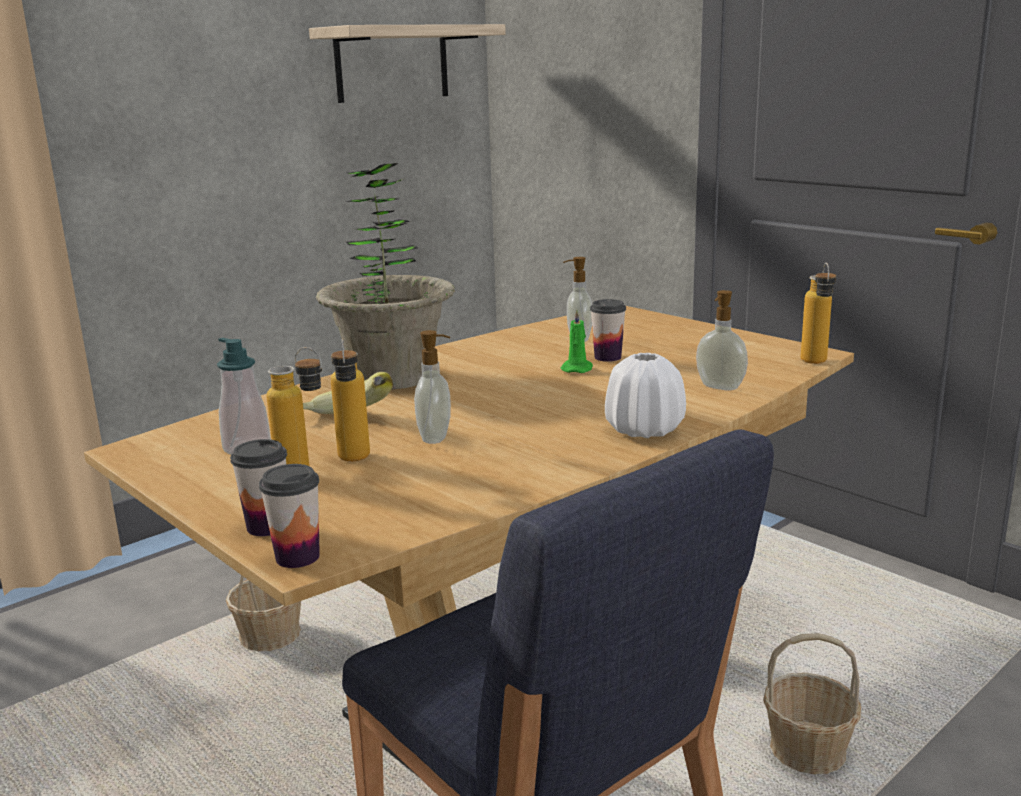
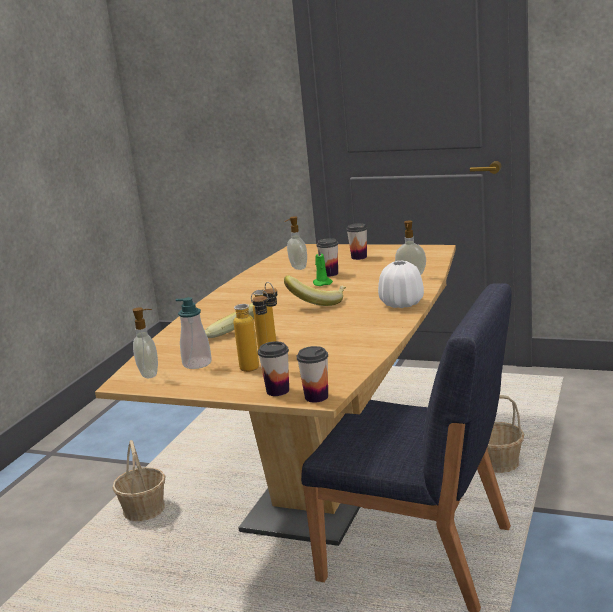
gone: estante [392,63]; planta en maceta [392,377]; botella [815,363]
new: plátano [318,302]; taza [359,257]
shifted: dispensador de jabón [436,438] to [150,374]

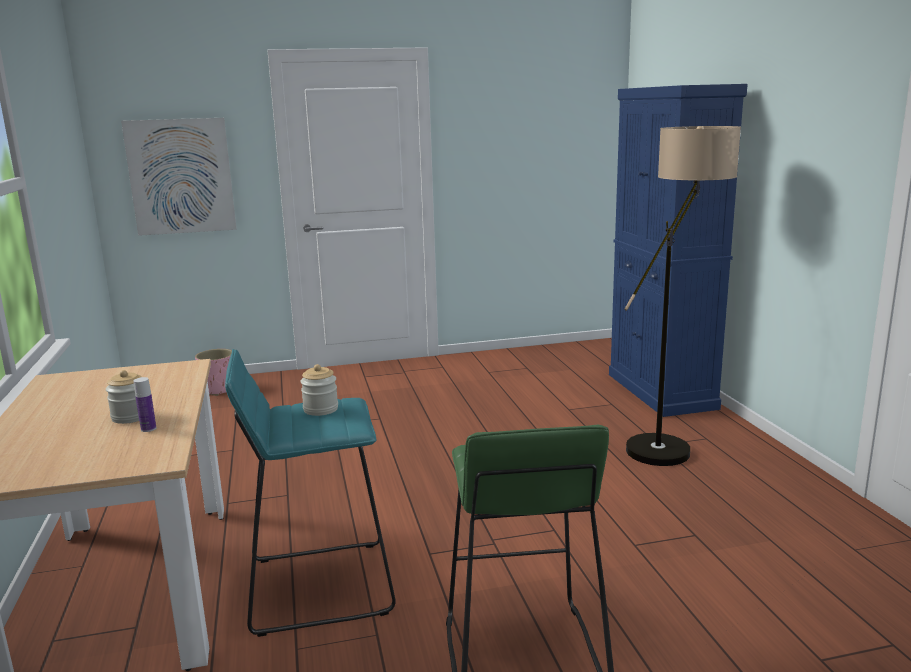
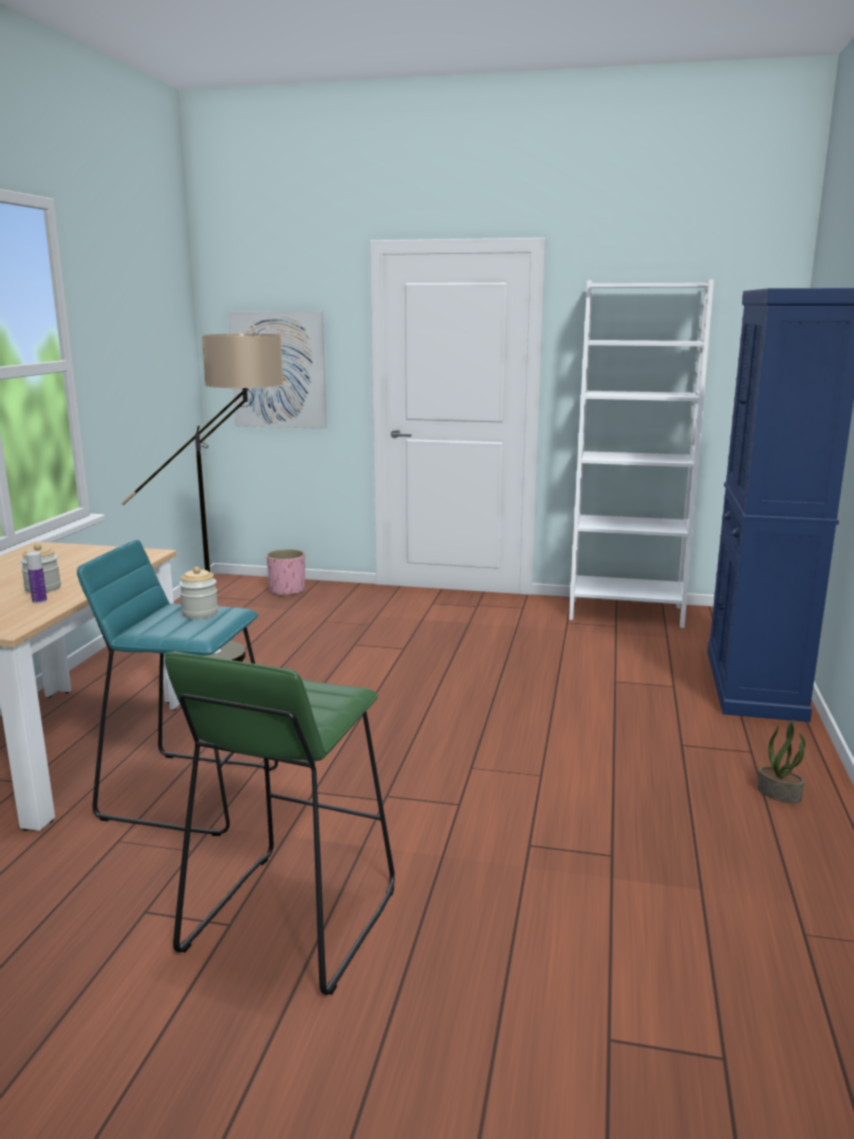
new: estantería (blanco) [625,612]; planta en maceta [779,794]
shifted: lámpara de pie [670,443] to [240,654]

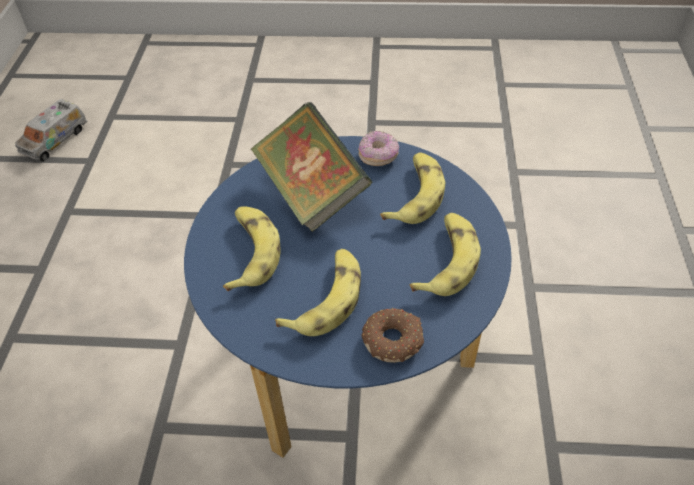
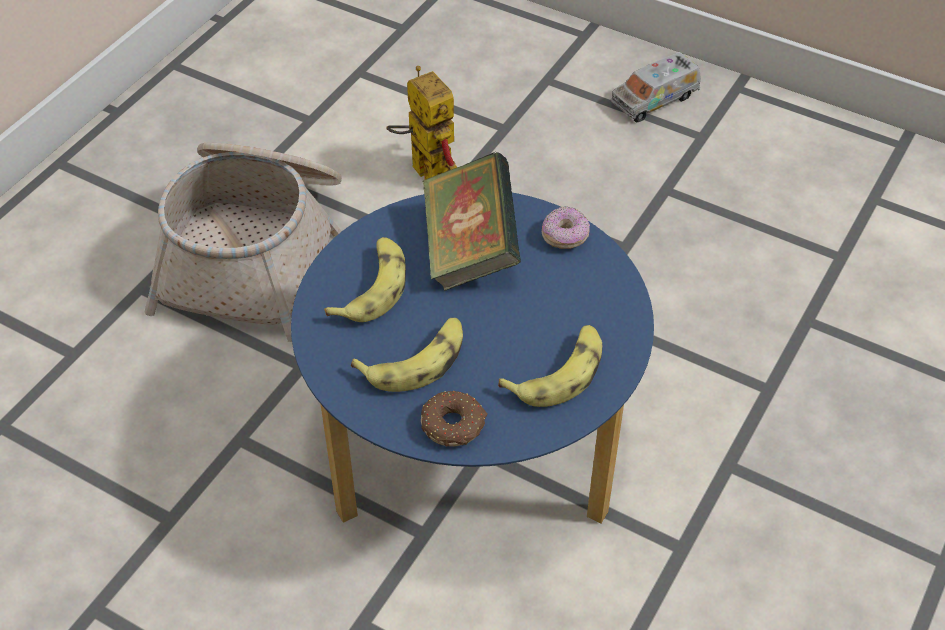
gone: plátano [415,195]
new: cesta [256,253]; robot de juguete [424,169]
shifted: camión de juguete [55,140] to [654,99]

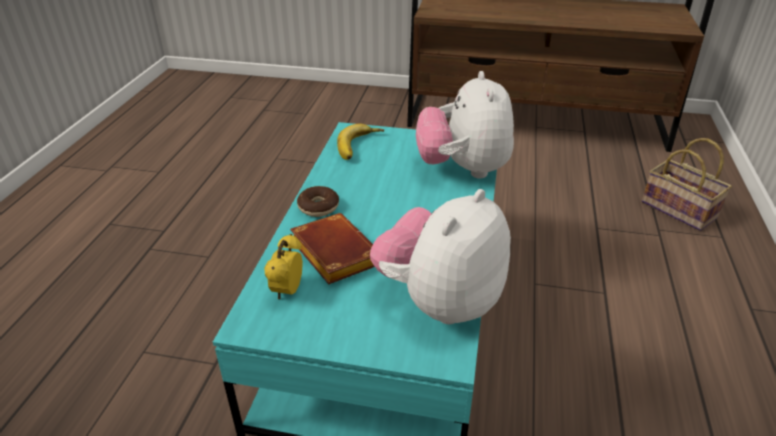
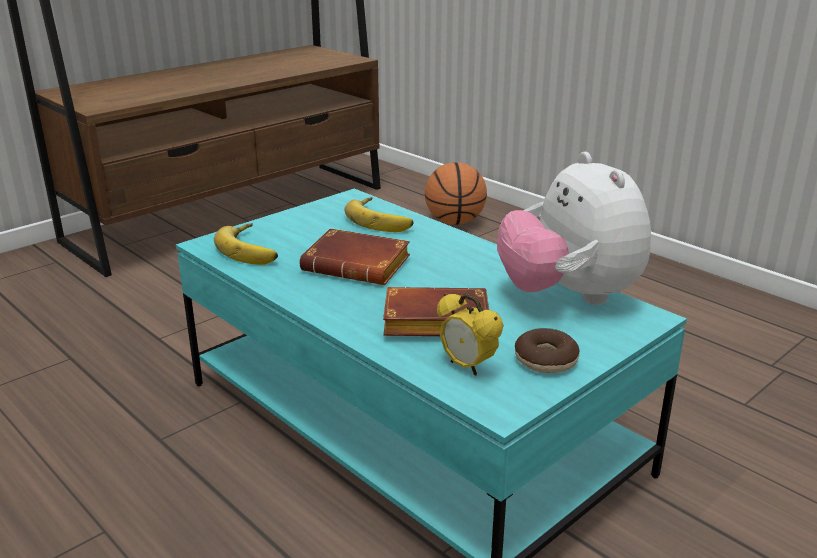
new: libro (marrón) [359,265]
shifted: rosquilla [318,207] to [545,360]
swapped: peluche [463,169] to plátano [382,219]; cesta [680,210] to balón de baloncesto [455,222]

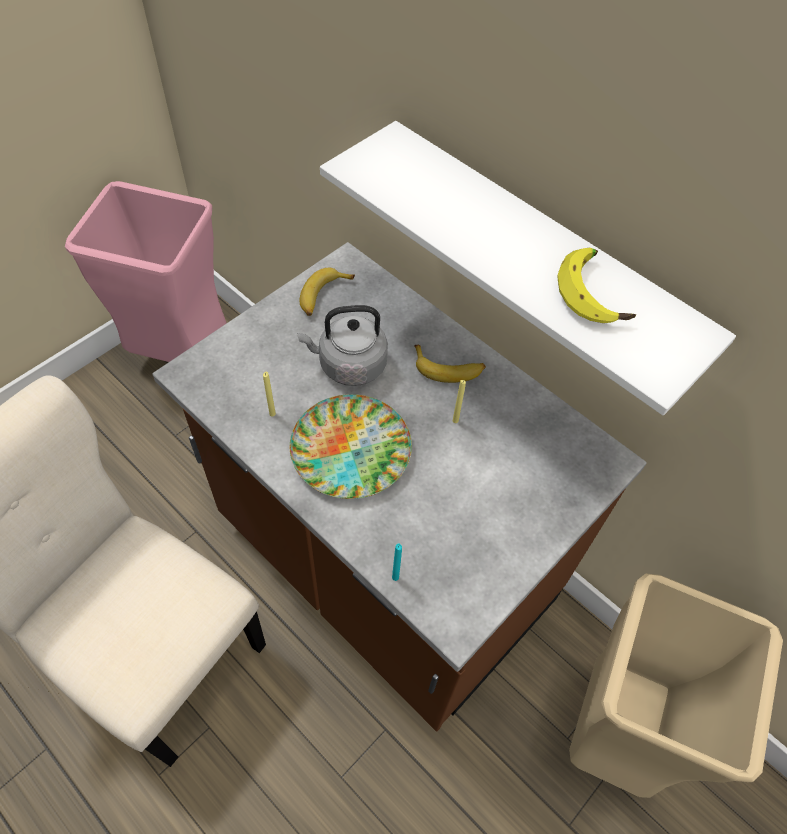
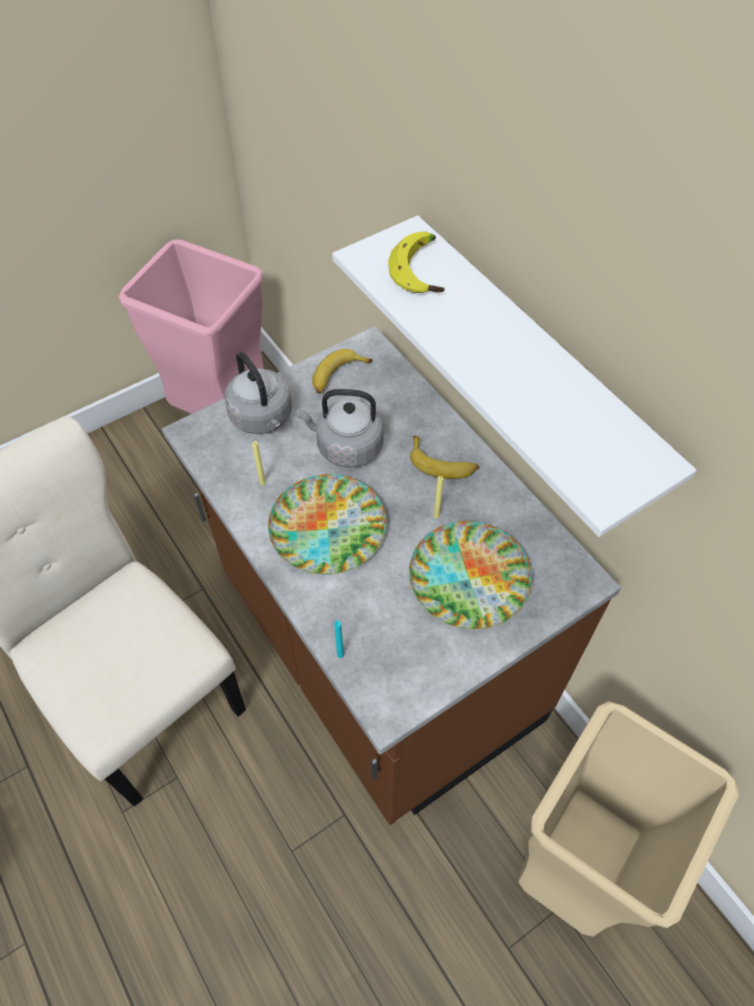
new: hervidor (gris) [263,418]; plato [468,580]
shifted: plátano [594,293] to [423,271]

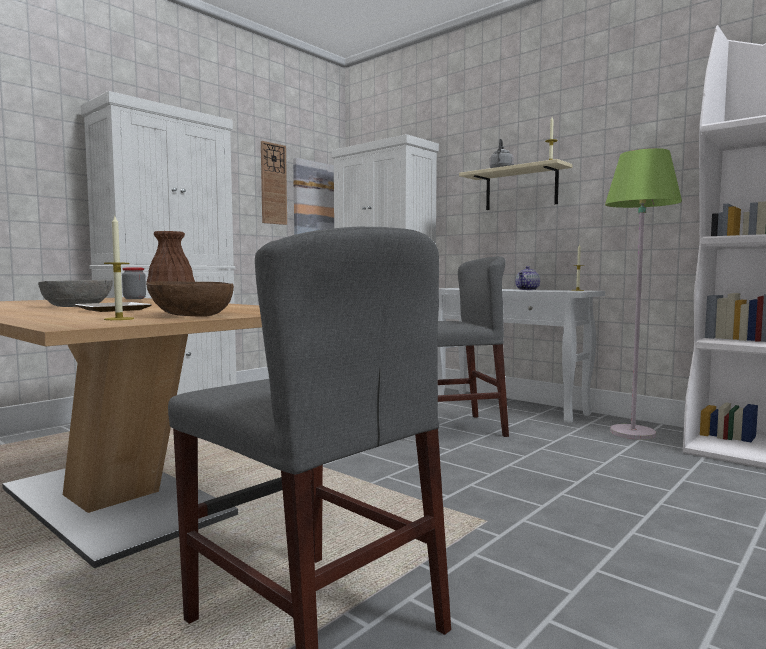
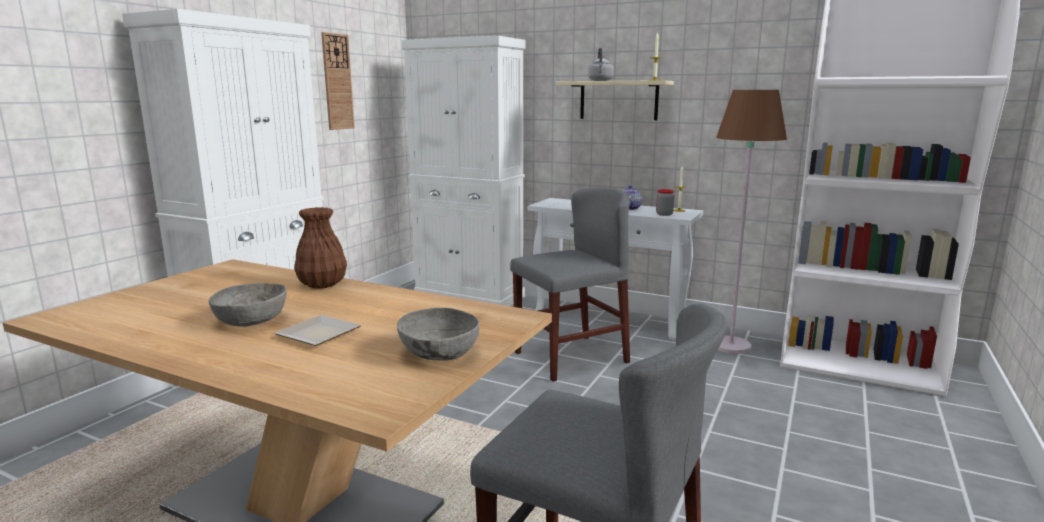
gone: vela [119,319]; cuadro [315,200]
shifted: tarro [134,298] to [664,214]
repainted: cuenco (marrón) [192,315] to cuenco (gris) [439,353]; lámpara de pie (verde) [633,433] to lámpara de pie (marrón) [731,346]

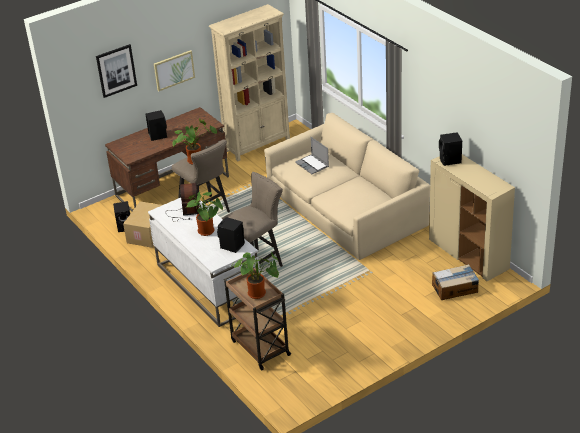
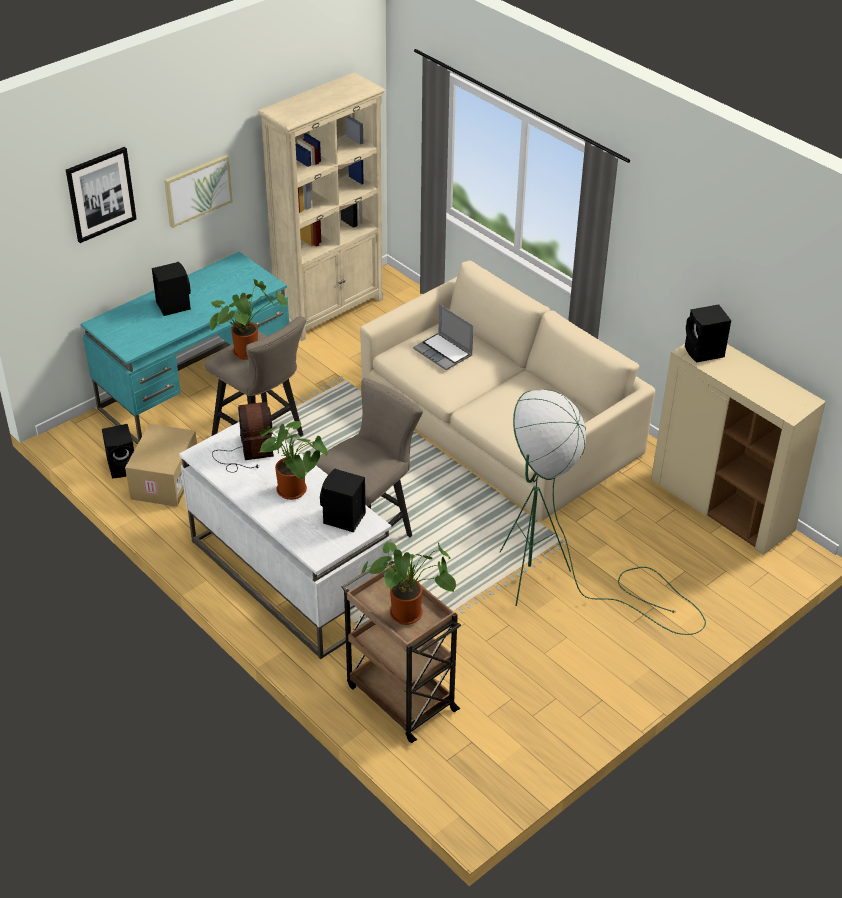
gone: caja de cartón [455,288]
new: lámpara de pie (verde) [563,584]
repainted: escritorio (marrón) [173,186] to escritorio (turquesa) [196,389]

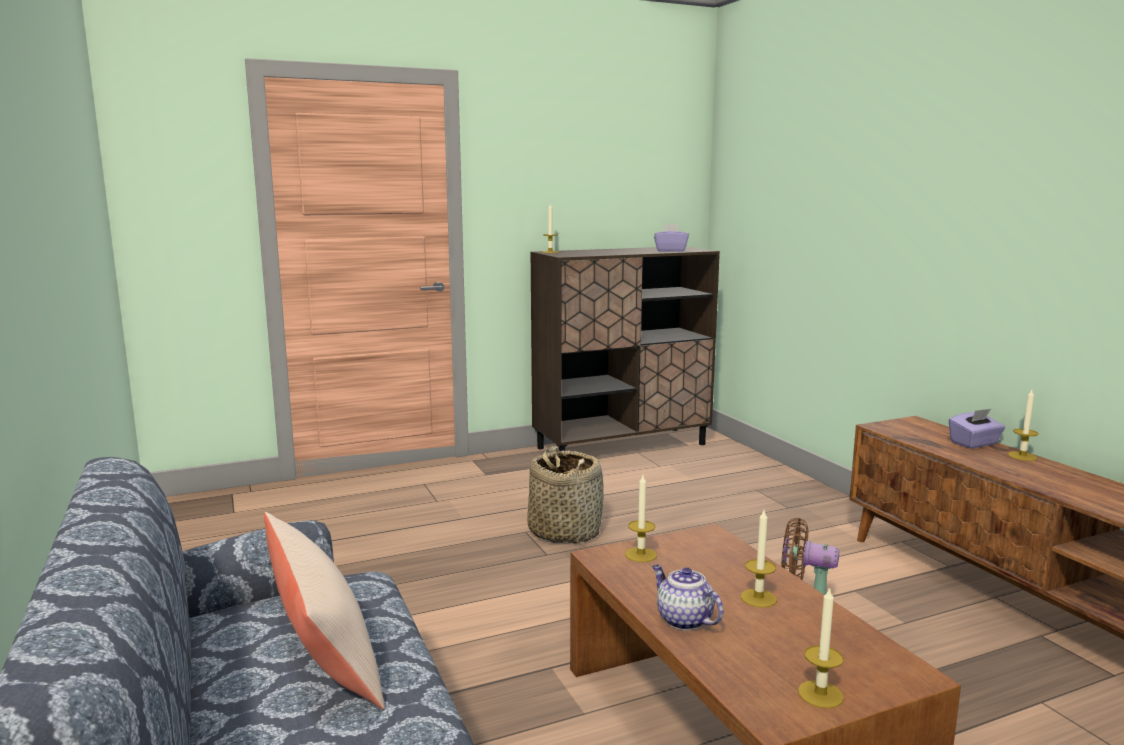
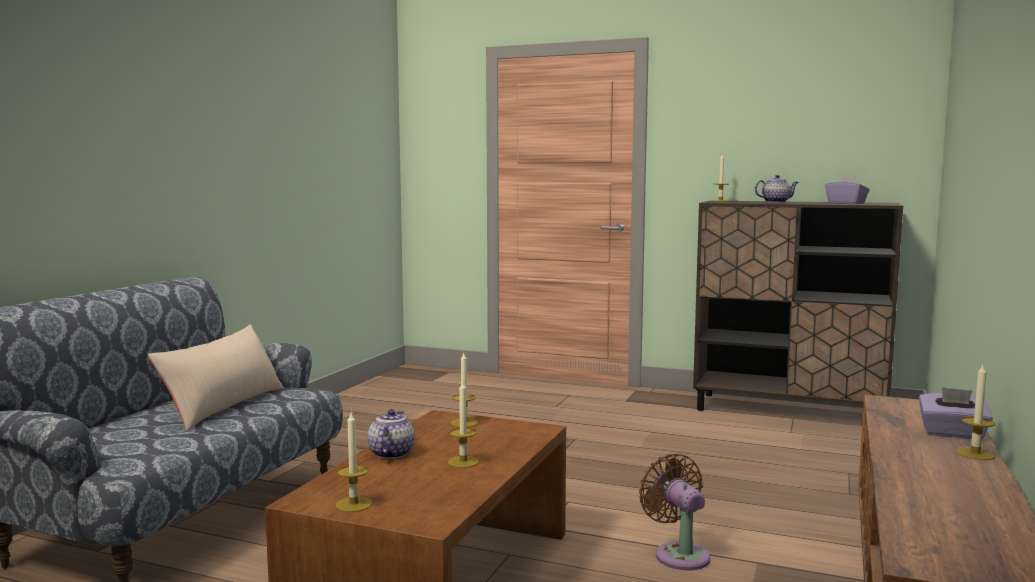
gone: cesta [564,531]
new: tetera [776,202]

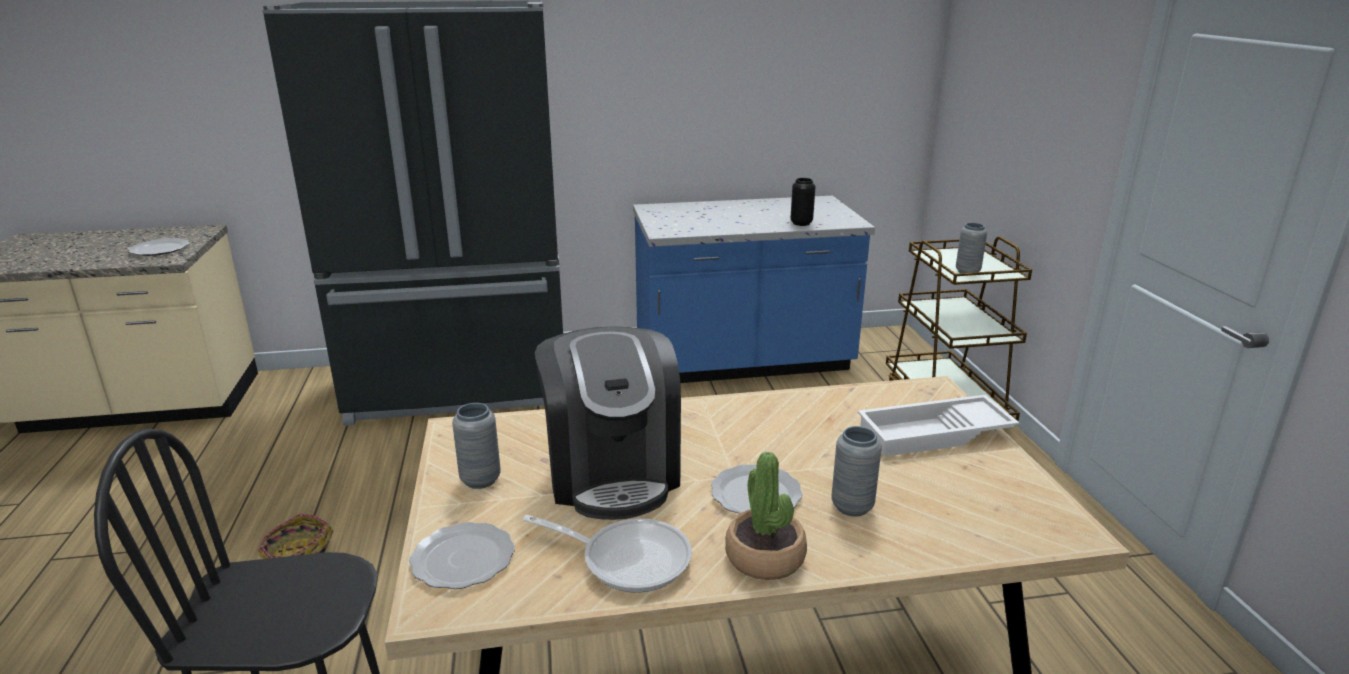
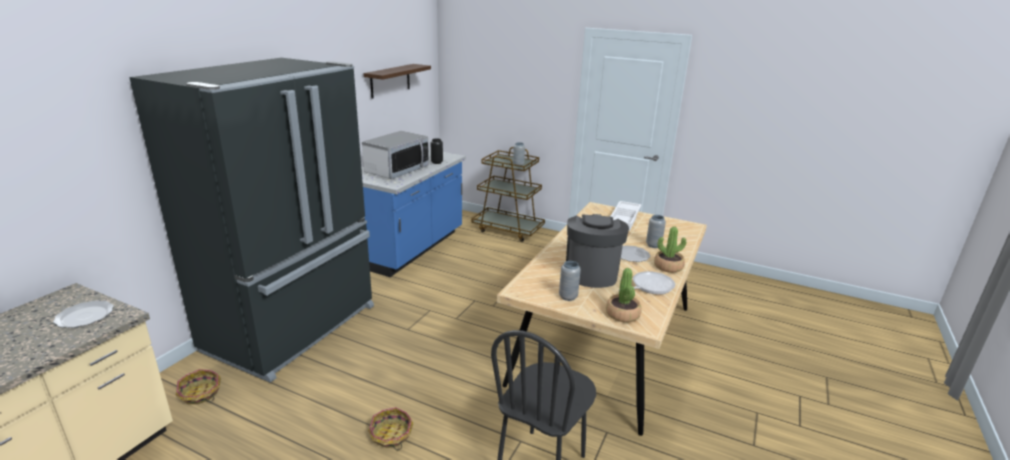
new: cesta [200,394]; microondas [397,170]; estante [390,80]
swapped: plato [463,560] to planta en maceta [622,314]
rotated: cafetera [612,473] = [591,272] 105 degrees counterclockwise

